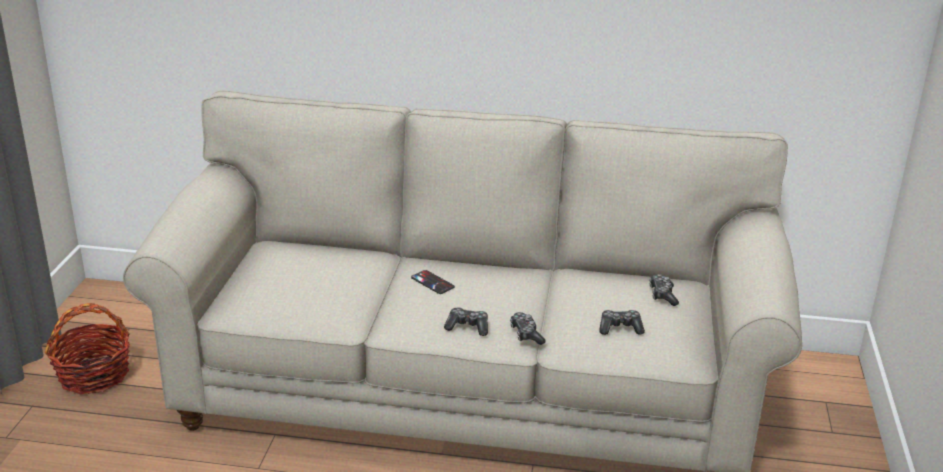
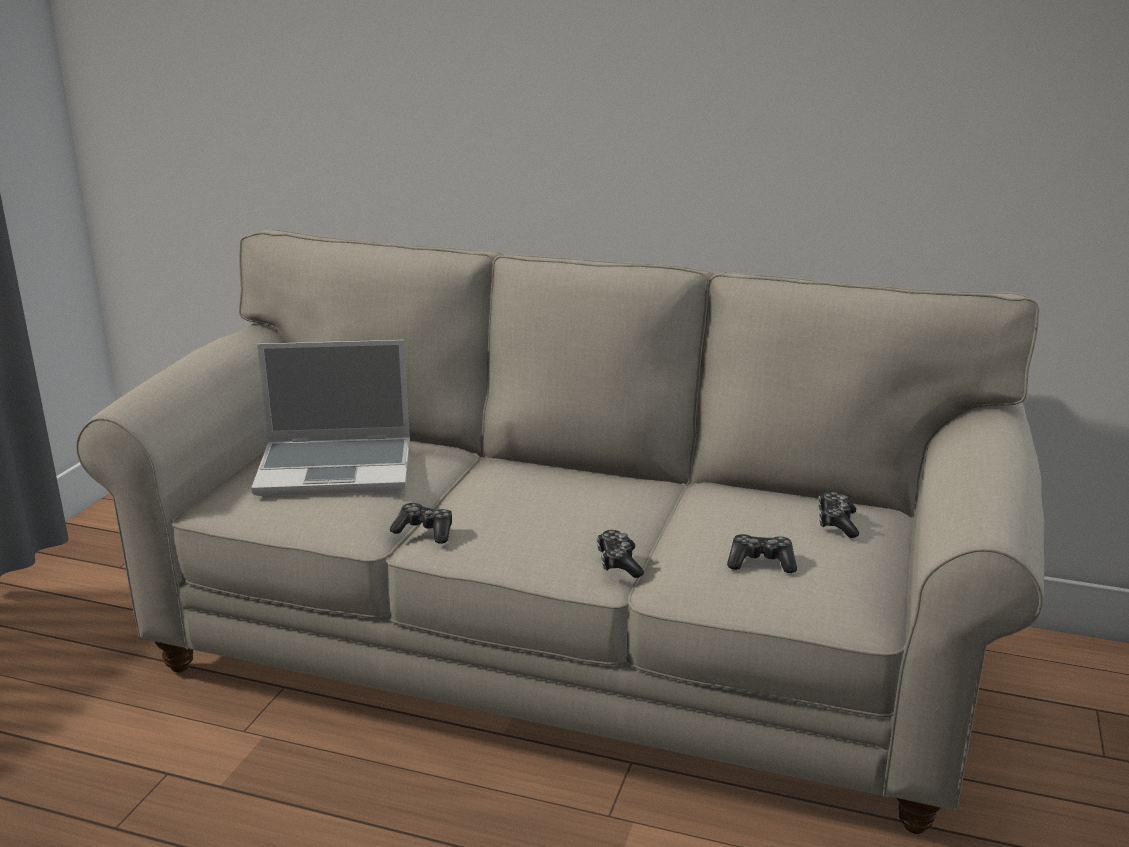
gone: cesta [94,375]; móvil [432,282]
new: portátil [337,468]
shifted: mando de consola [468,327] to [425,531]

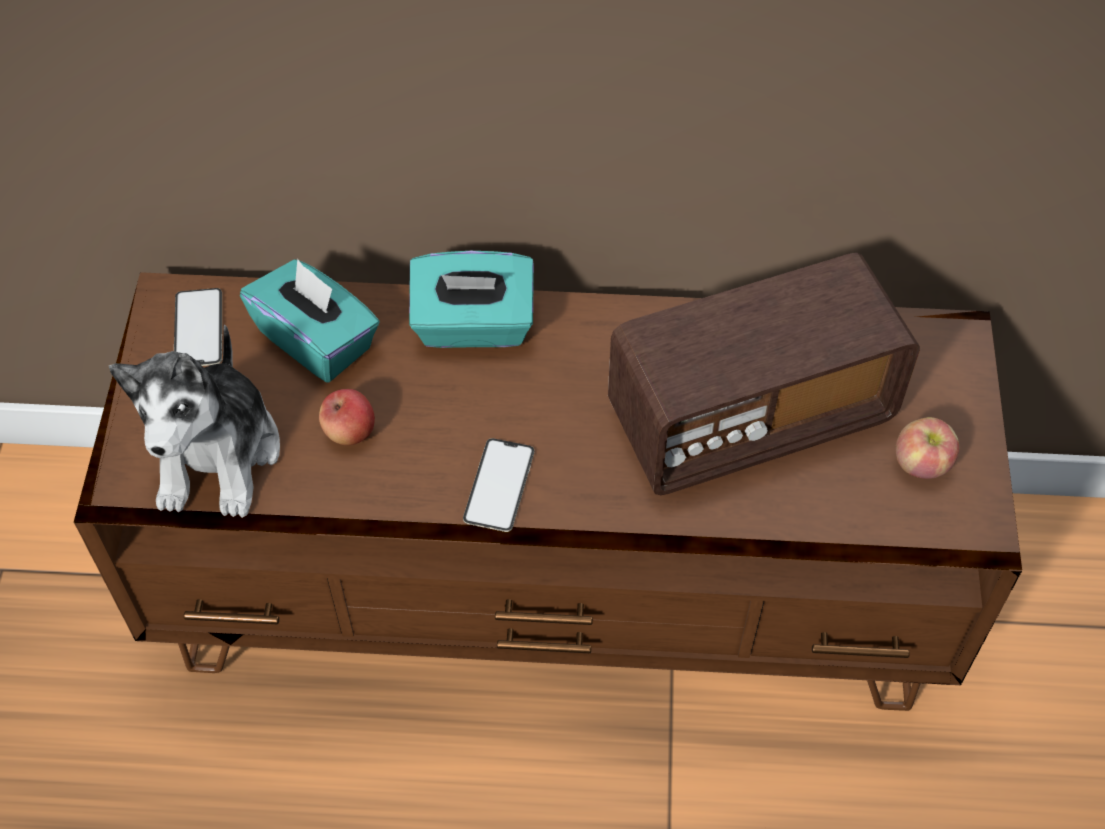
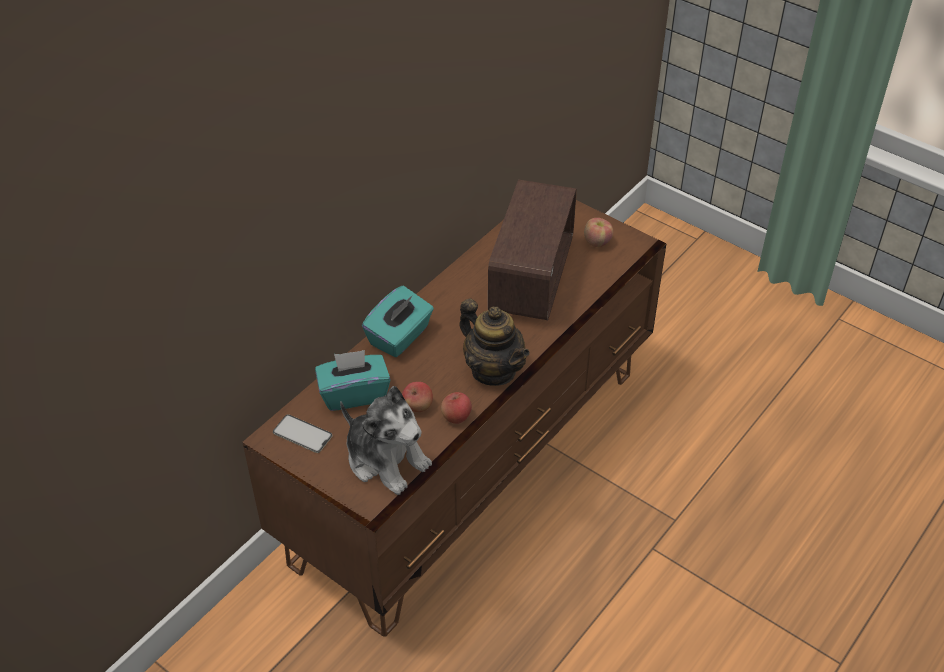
new: manzana [456,417]
swapped: móvil [499,485] to tetera [493,370]

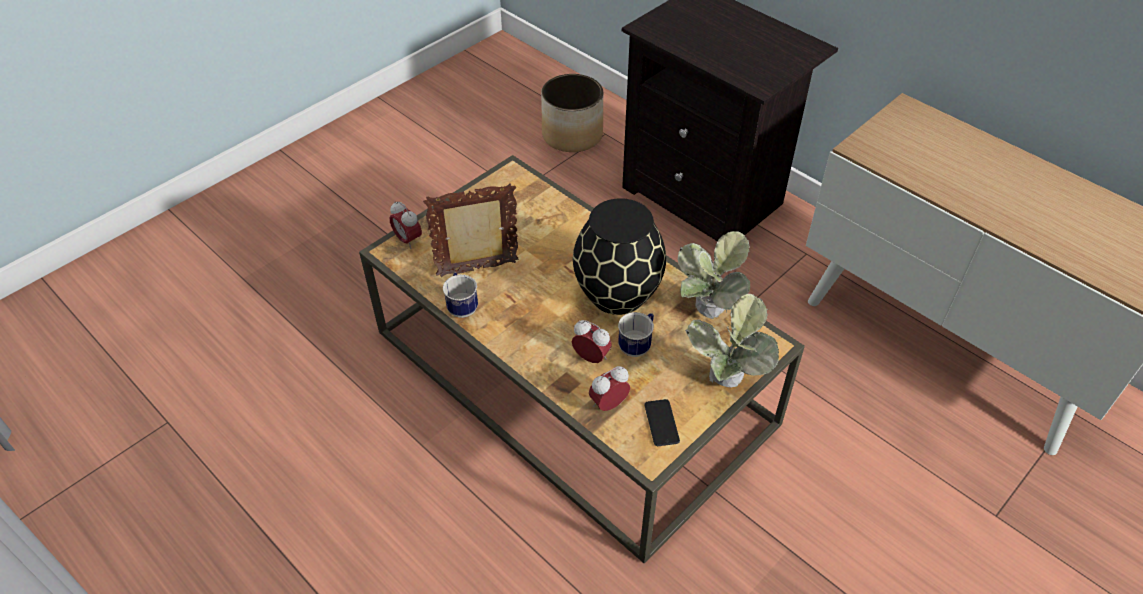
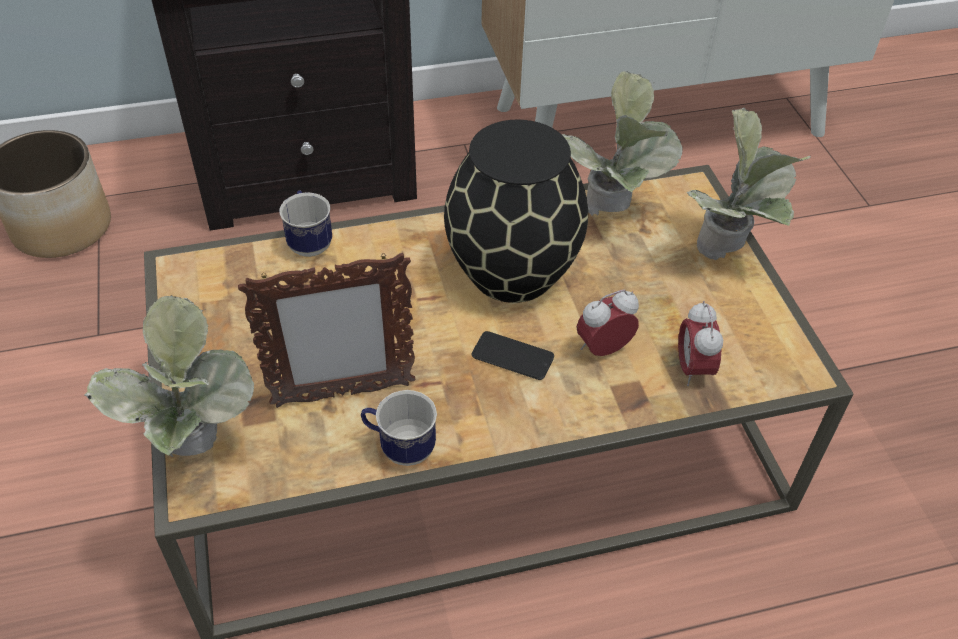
shifted: taza grande [637,345] to [309,242]; móvil [661,423] to [512,356]
swapped: despertador [408,240] to planta en maceta [196,455]
rotated: portarretratos [478,269] = [342,394] 120 degrees counterclockwise

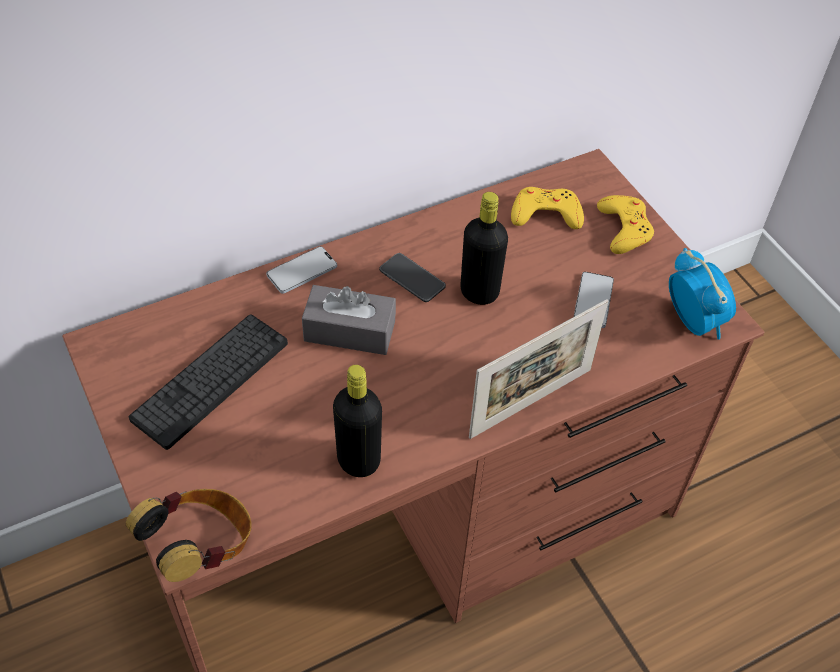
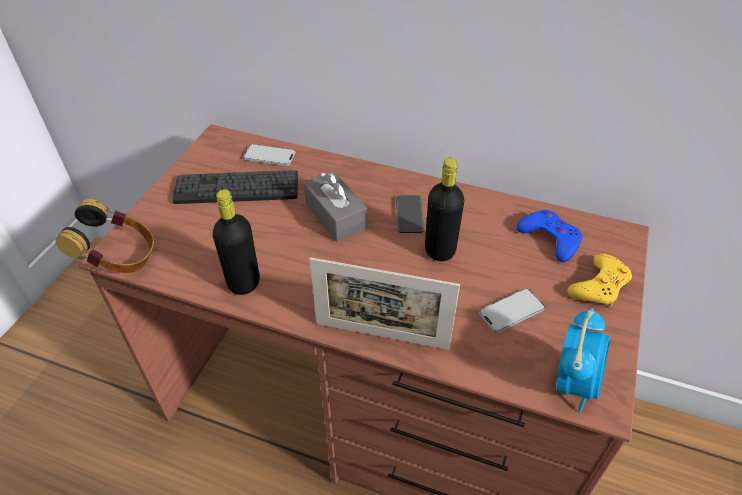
shifted: móvil [302,271] to [269,156]
repainted: mando de consola (amarillo) [545,214] to mando de consola (azul) [550,238]

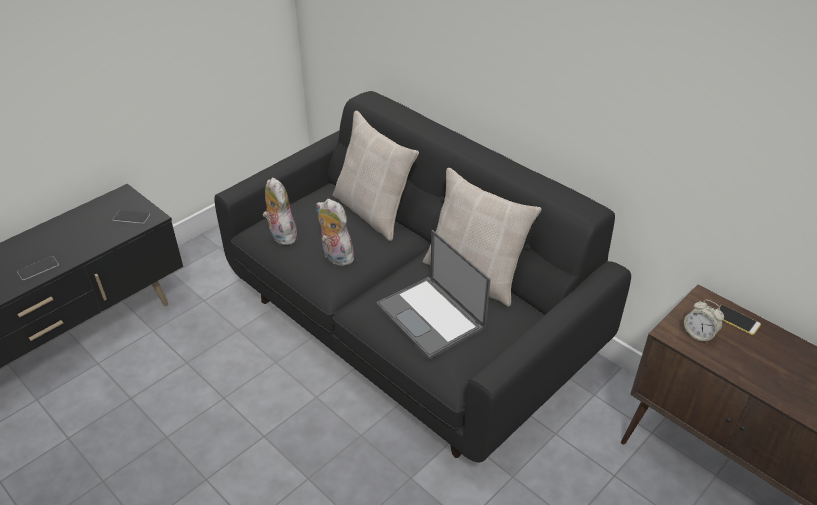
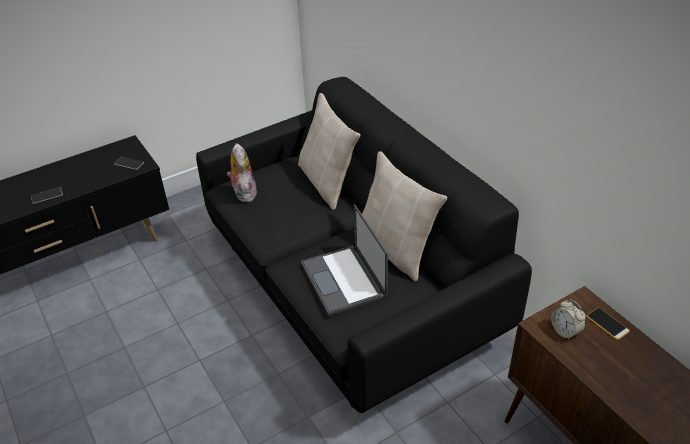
gone: peluche [335,257]

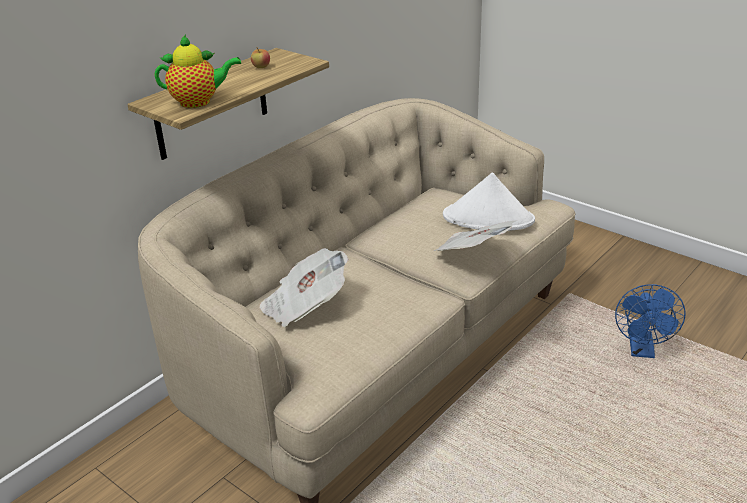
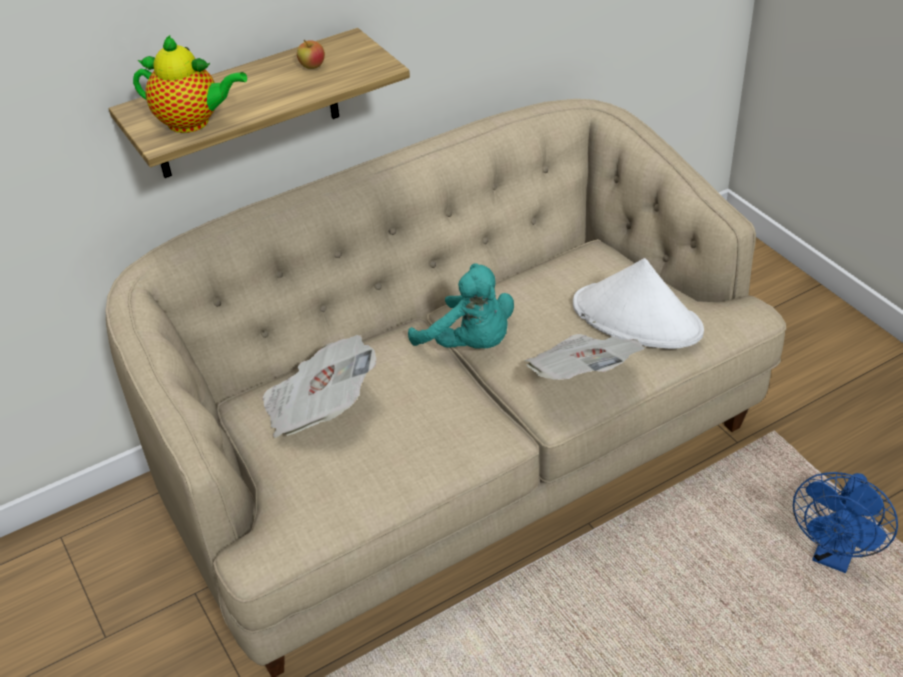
new: peluche (turquesa) [470,344]

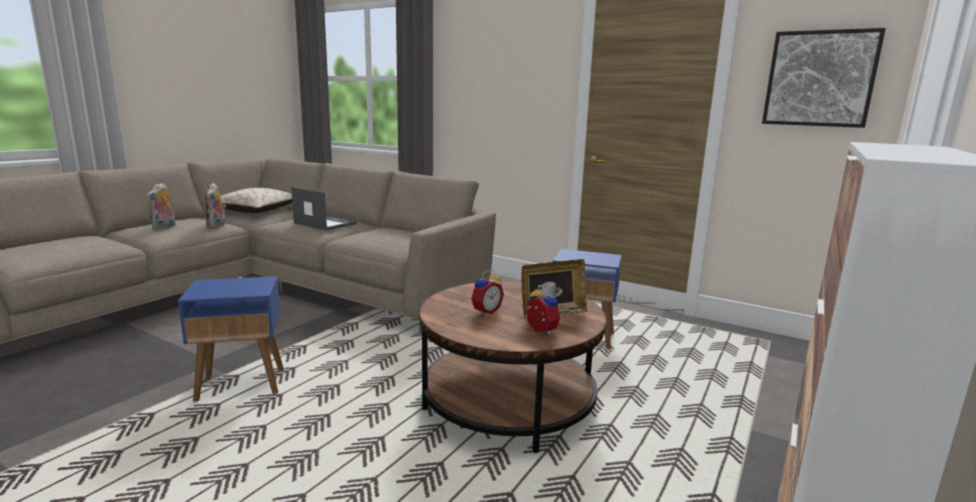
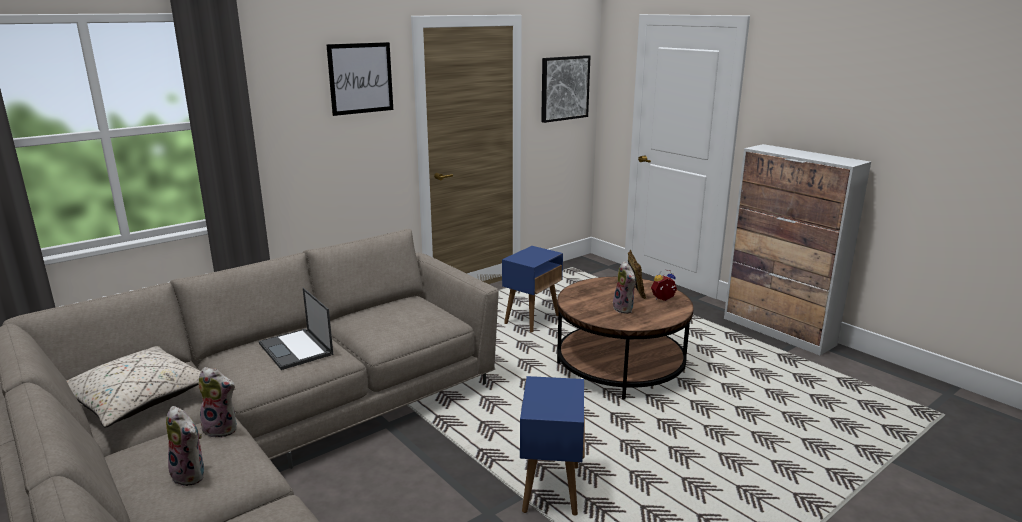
new: cuadro [360,78]
swapped: despertador [485,311] to peluche [625,309]
rotated: portátil [324,223] = [296,349] 90 degrees counterclockwise

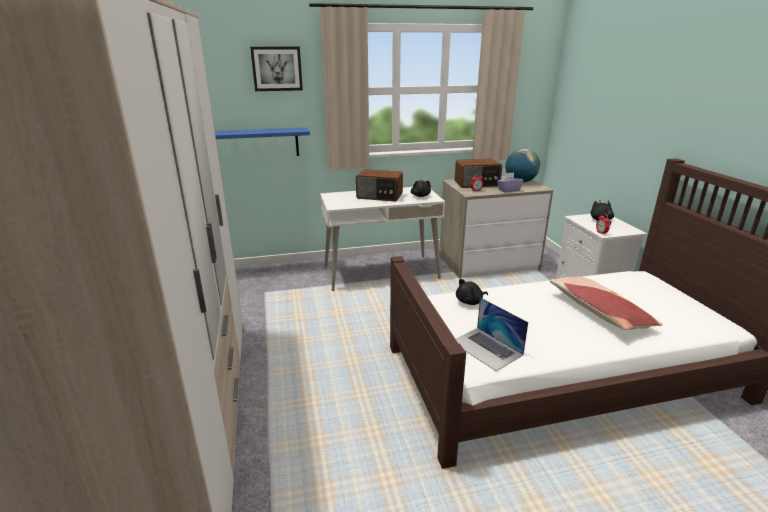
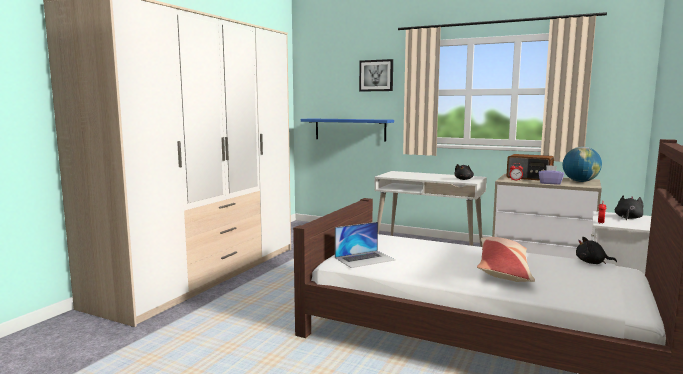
gone: radio [379,196]
shifted: peluche (negro) [470,302] to [592,263]
rotated: portátil [486,348] = [364,259] 120 degrees counterclockwise

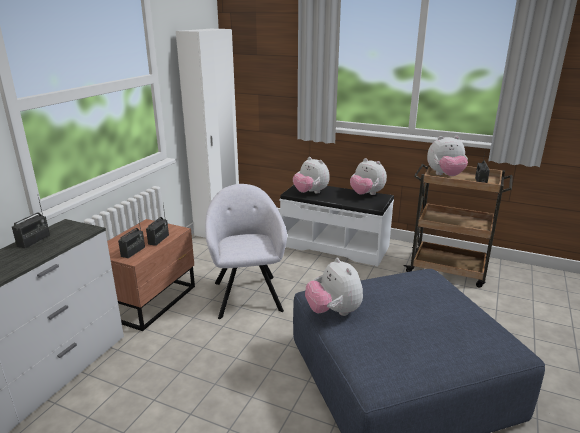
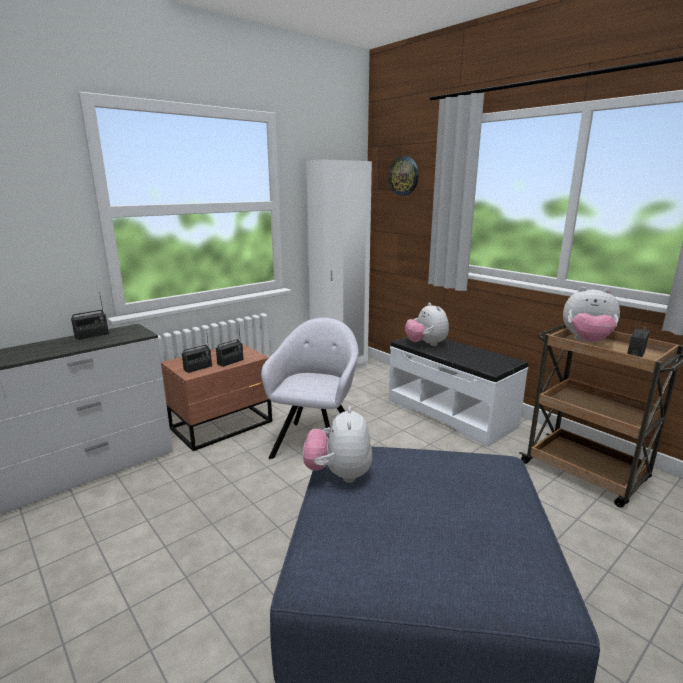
gone: peluche [366,194]
new: reloj de pared [404,176]

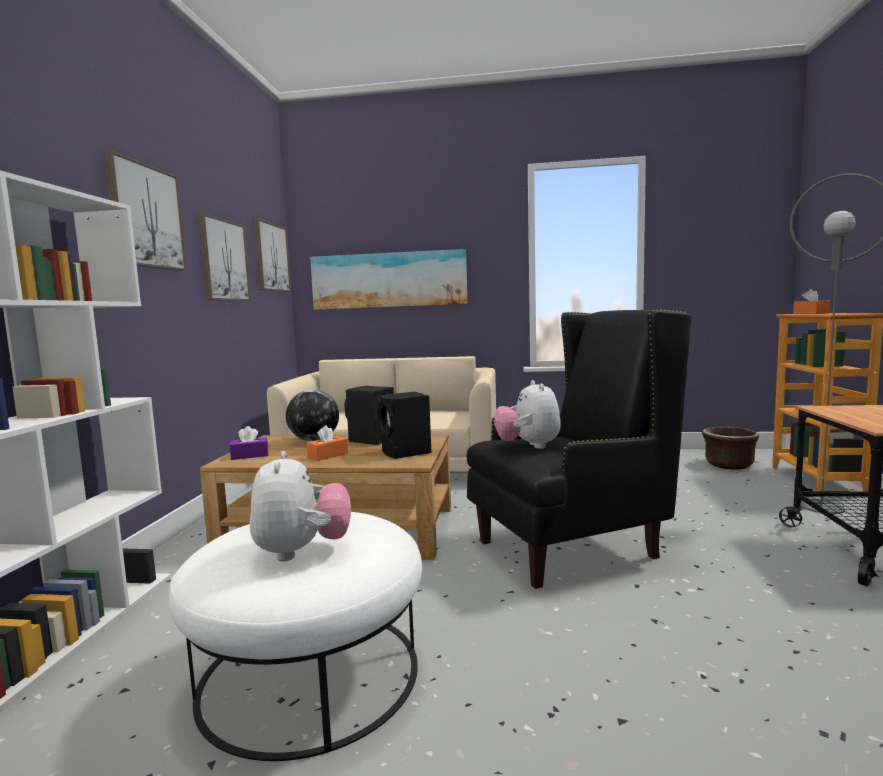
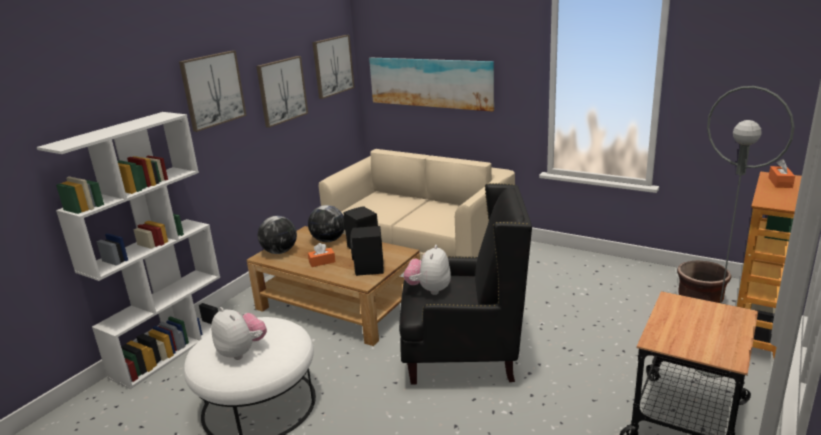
swapped: caja de pañuelos (morado) [250,455] to globo terráqueo [279,252]
rotated: peluche [302,551] = [242,352] 60 degrees counterclockwise

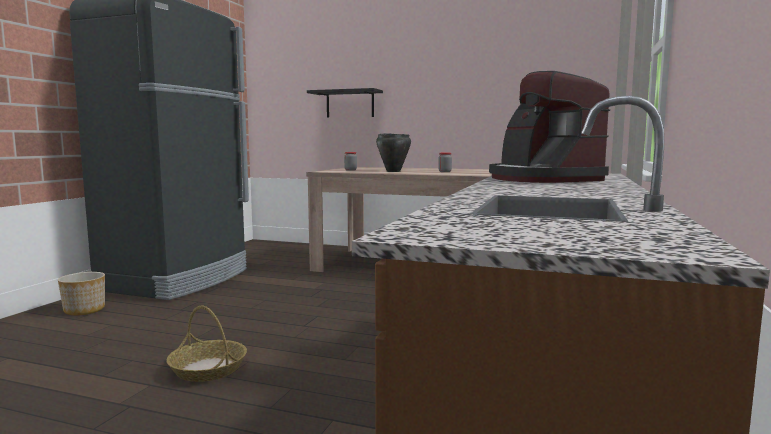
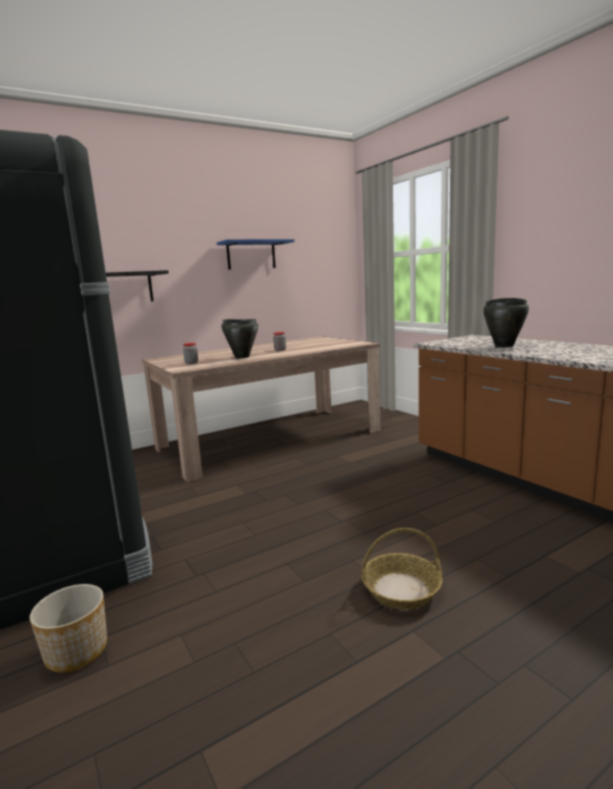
new: estante (azul) [251,255]
swapped: cafetera [542,179] to olla (negro) [504,346]

